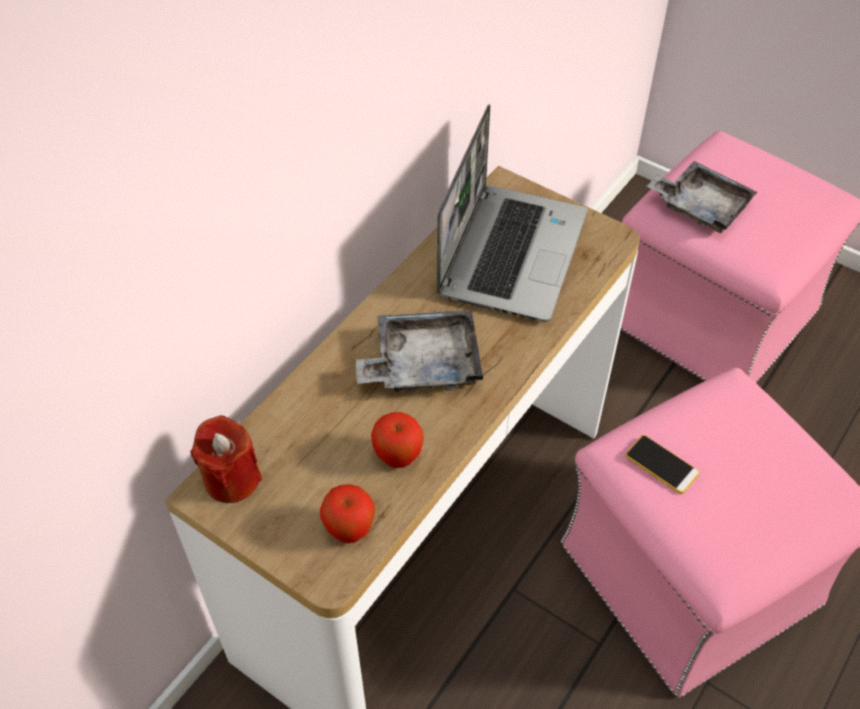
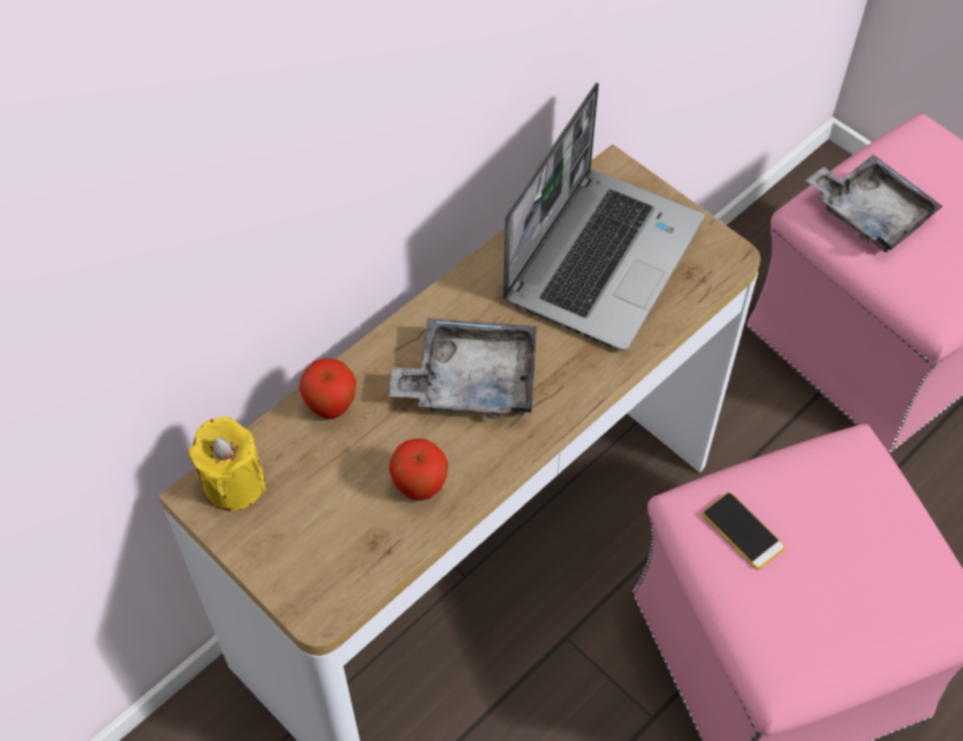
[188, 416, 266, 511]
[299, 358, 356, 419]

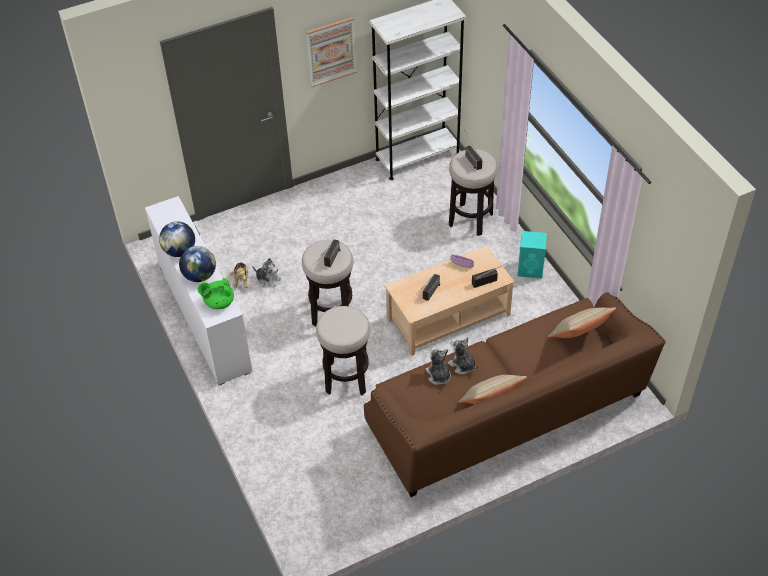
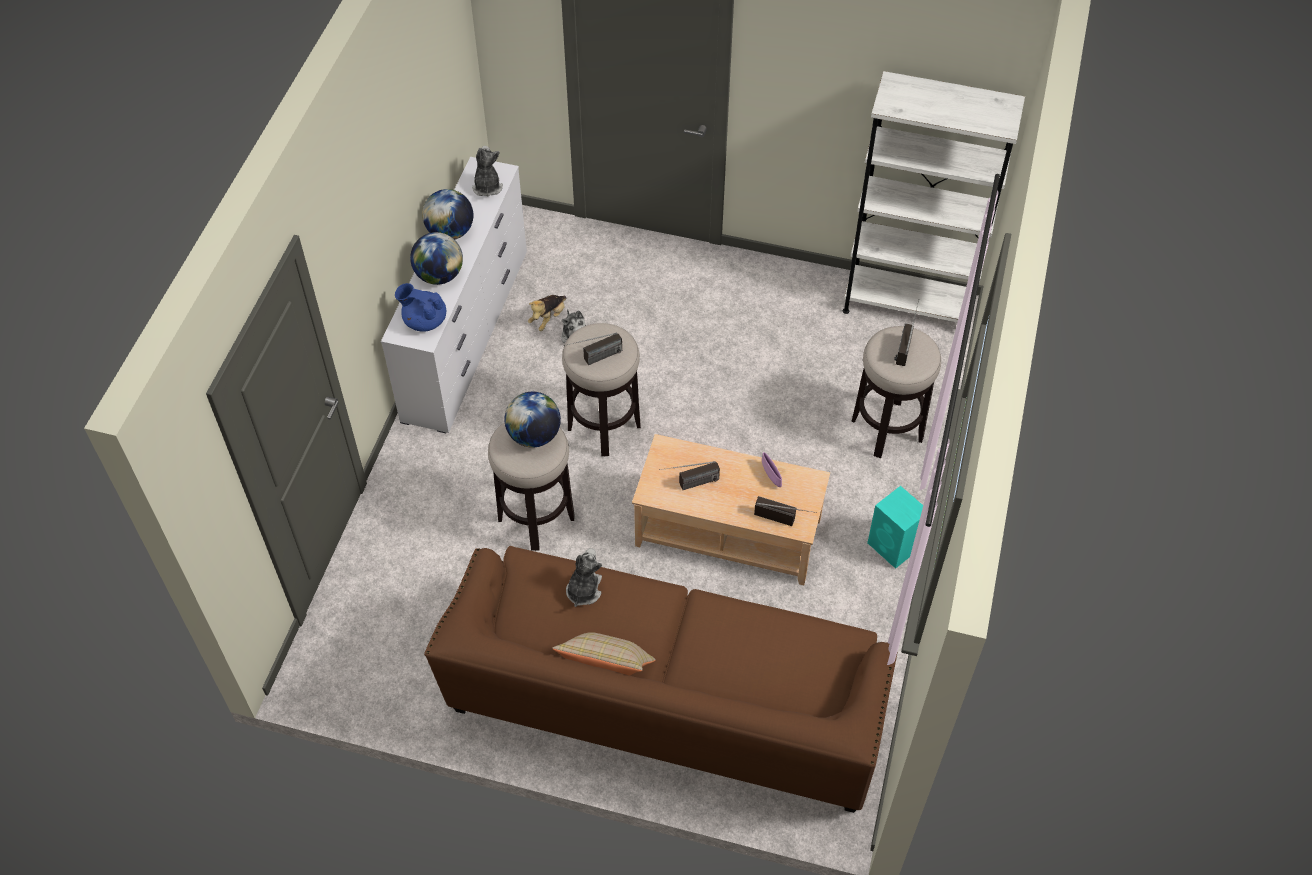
[306, 17, 357, 87] (first image)
[395, 283, 446, 332]
[548, 307, 616, 338] (first image)
[472, 146, 503, 196]
[504, 392, 561, 448]

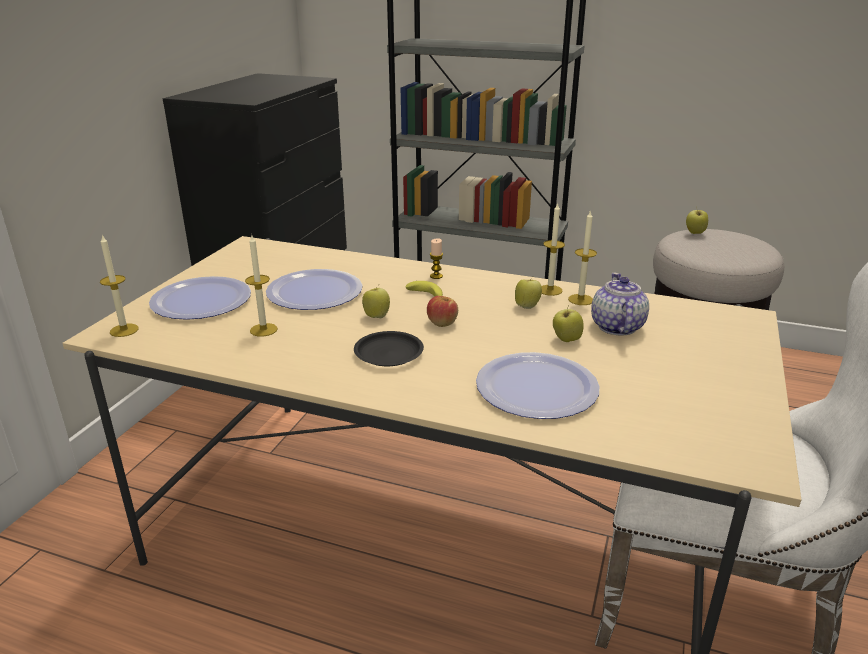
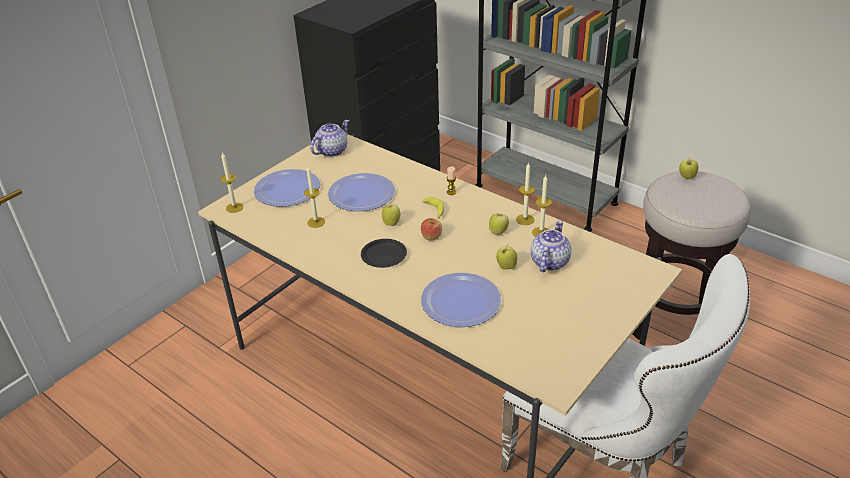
[310, 120, 349, 157]

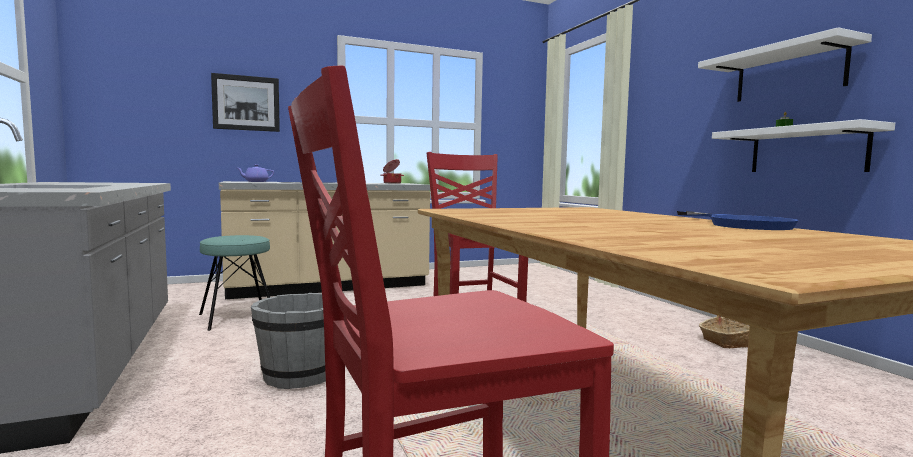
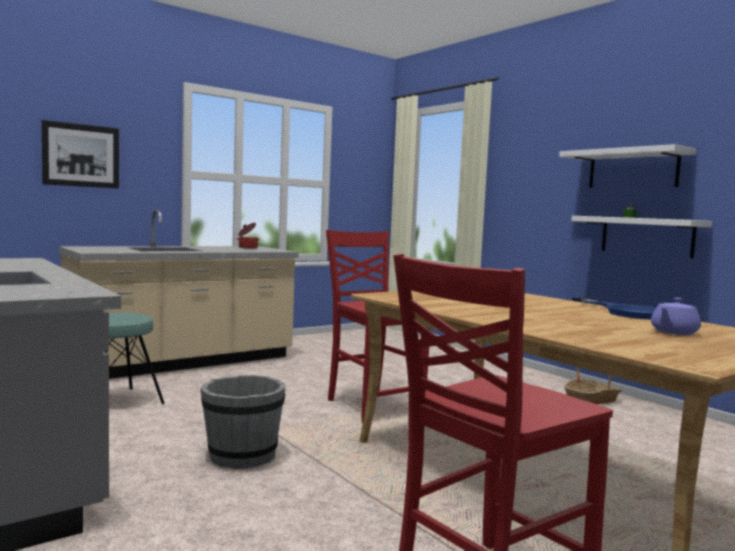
[651, 298, 701, 335]

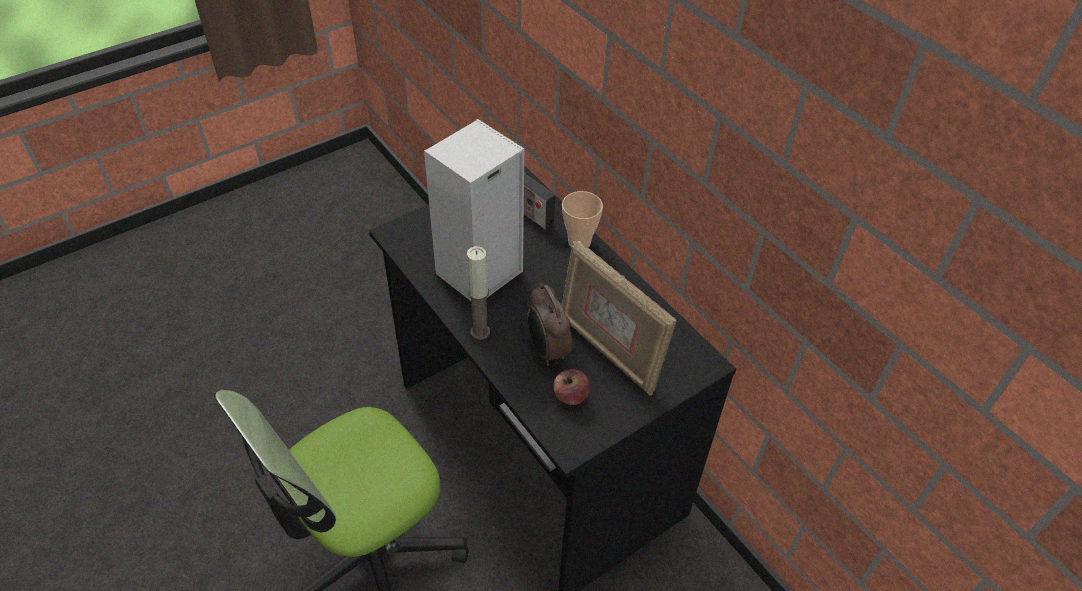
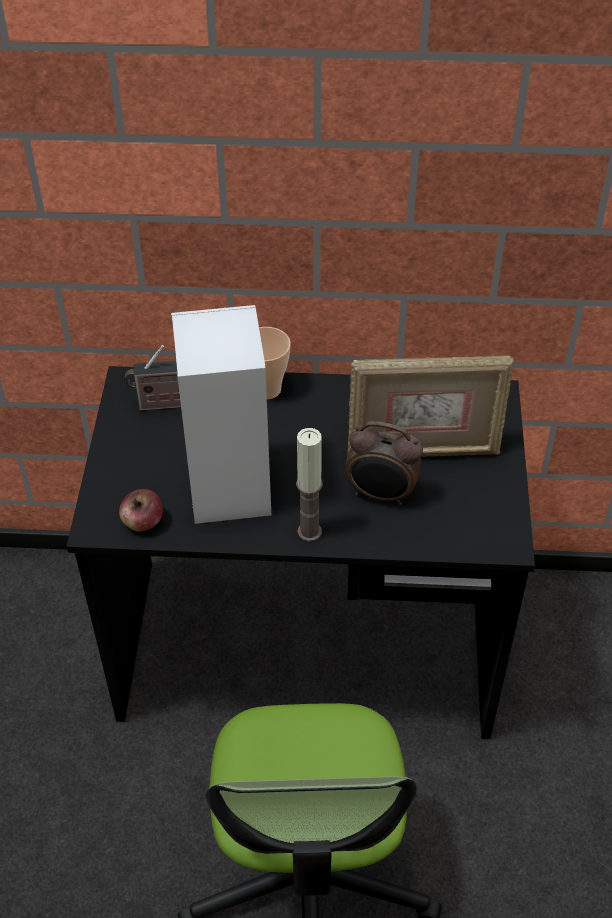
[119, 489, 163, 532]

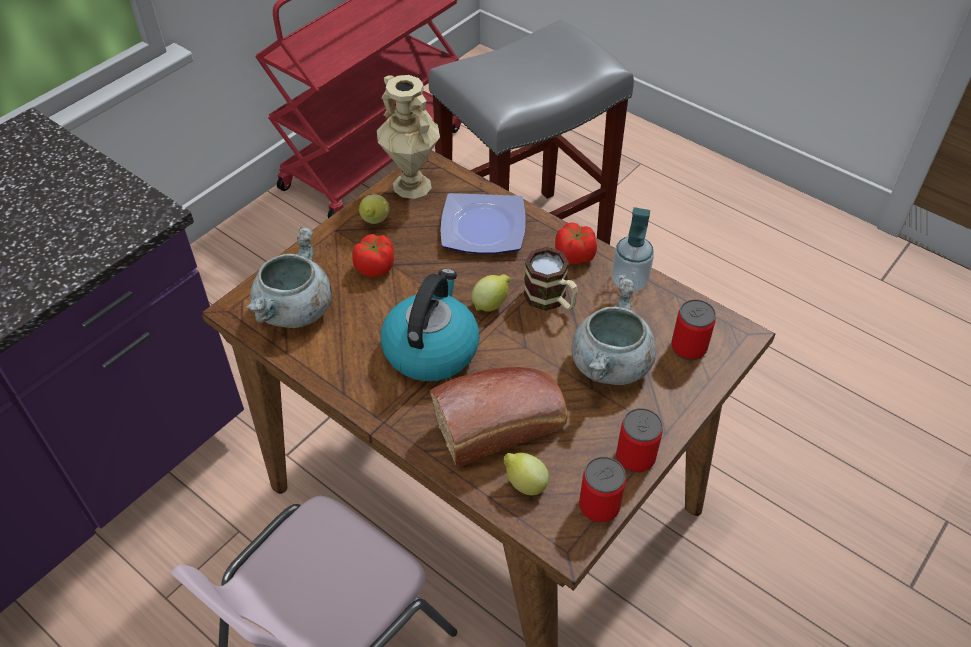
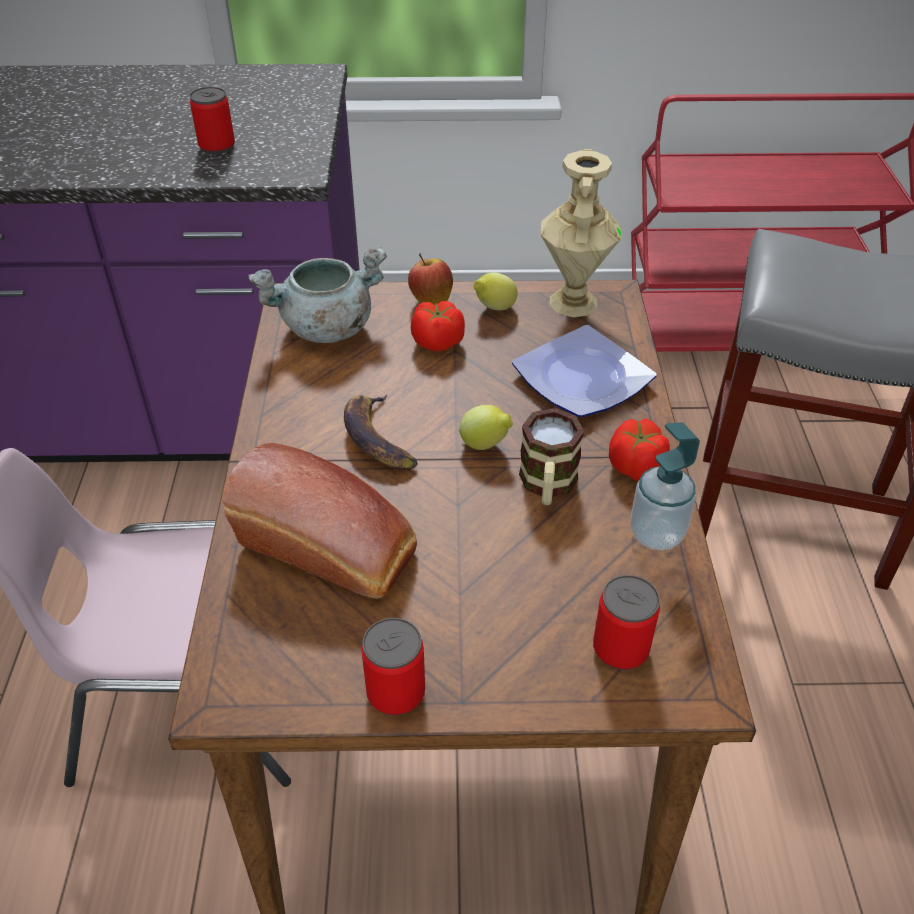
[344, 395, 418, 469]
[571, 278, 656, 385] (first image)
[504, 453, 549, 495] (first image)
[190, 87, 235, 154]
[408, 253, 453, 305]

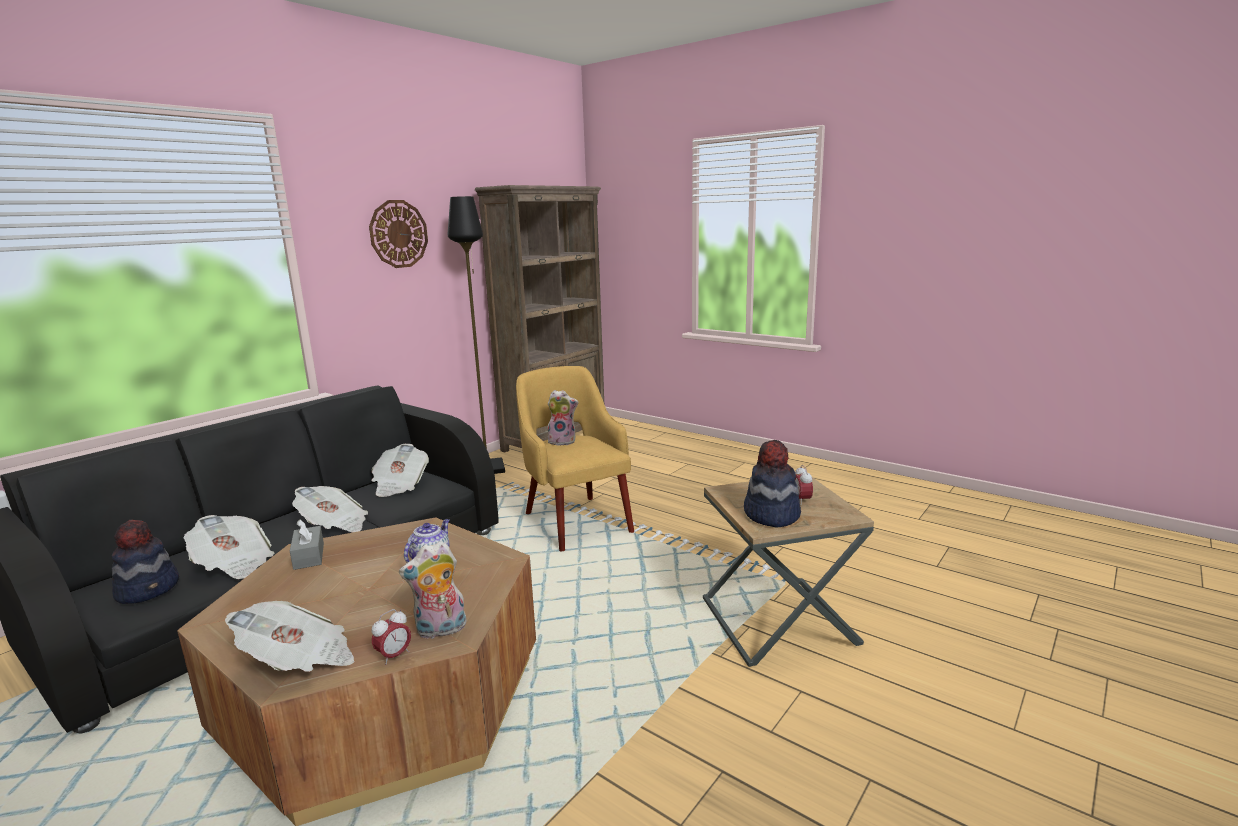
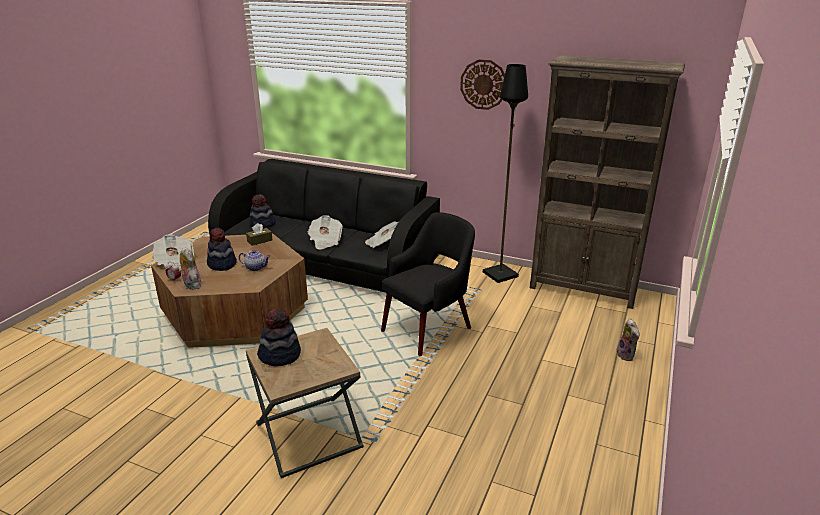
[381, 212, 475, 356]
[617, 318, 639, 361]
[795, 465, 813, 505] (first image)
[184, 515, 275, 579] (first image)
[246, 223, 273, 246]
[207, 228, 237, 271]

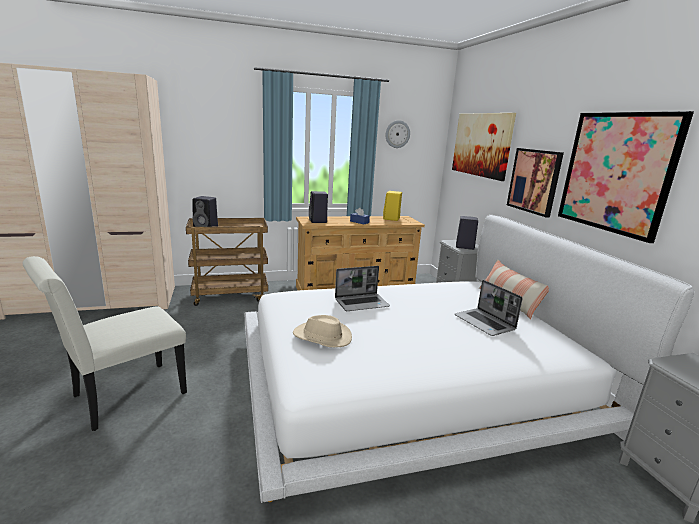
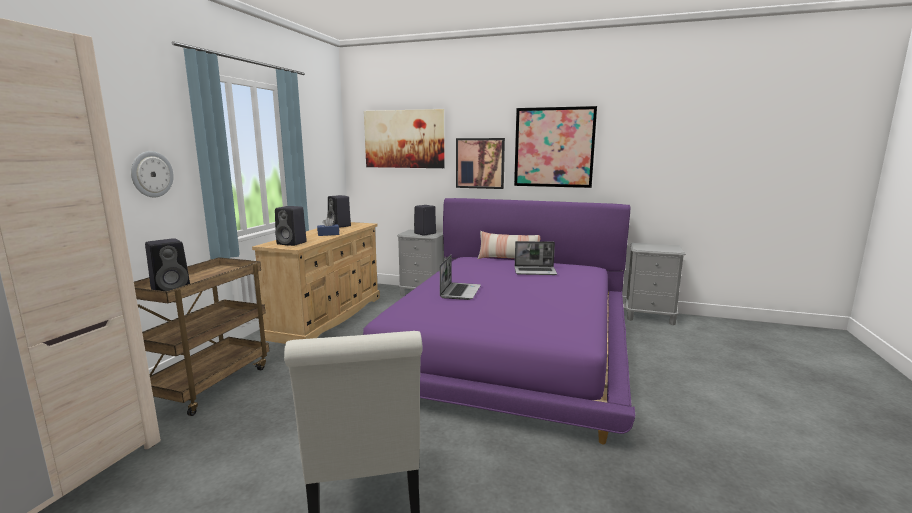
[131, 151, 174, 197]
[327, 195, 351, 228]
[363, 198, 635, 444]
[293, 315, 352, 347] (first image)

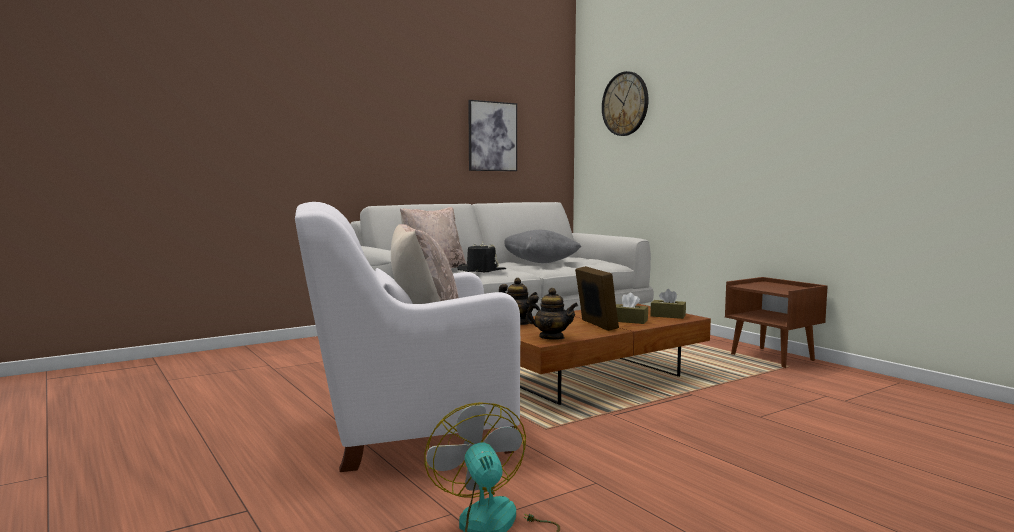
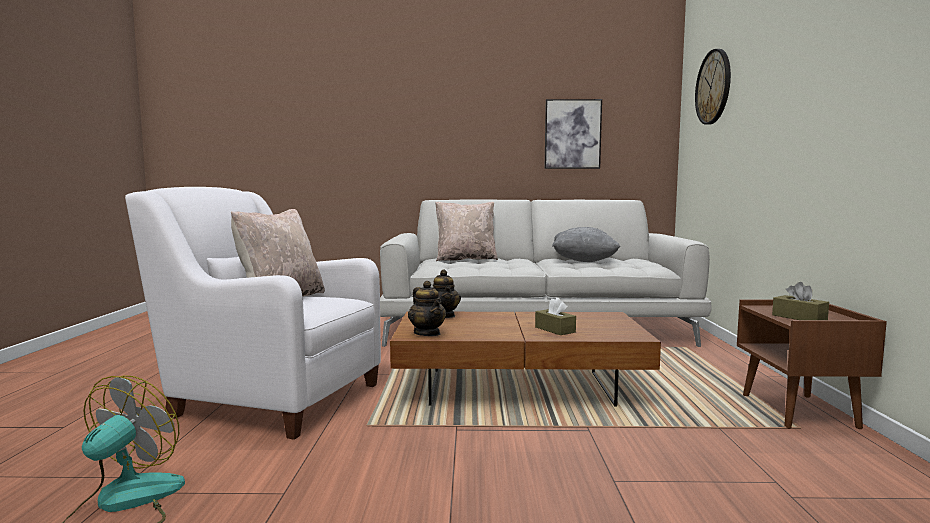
[457, 242, 506, 272] (first image)
[575, 266, 619, 331] (first image)
[772, 282, 829, 320]

